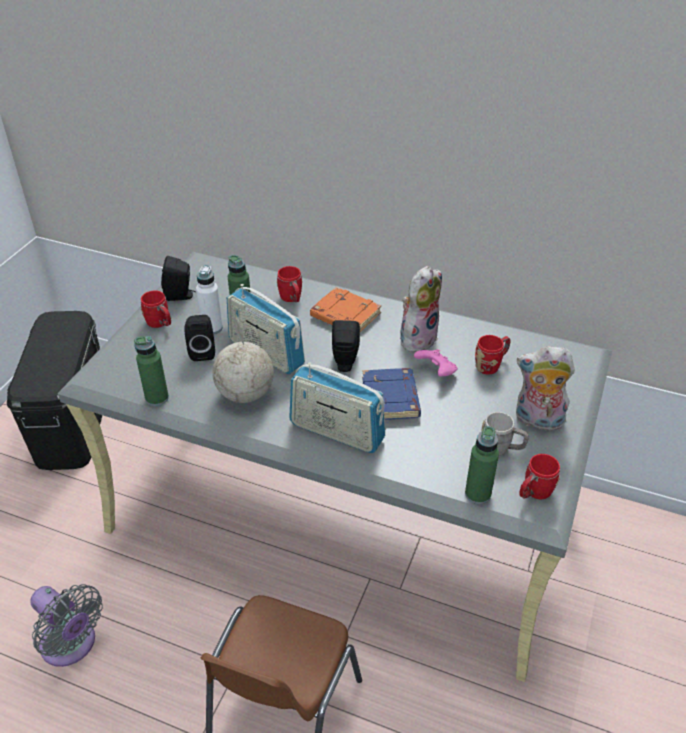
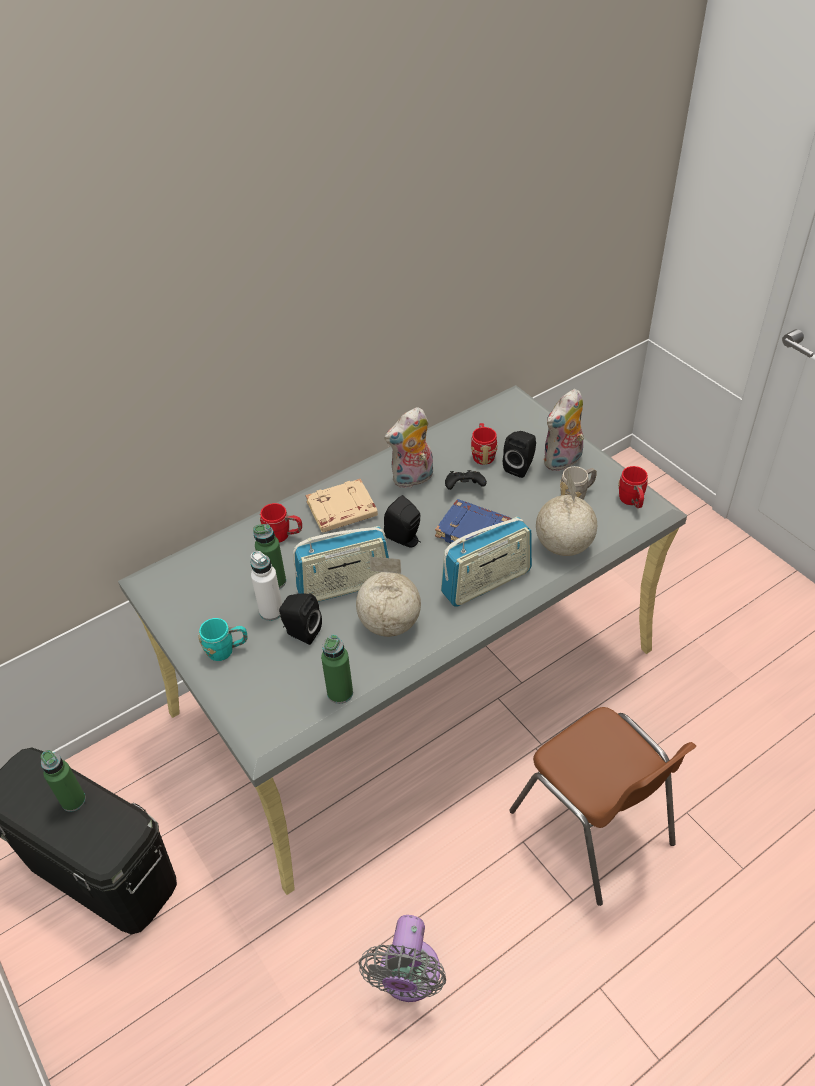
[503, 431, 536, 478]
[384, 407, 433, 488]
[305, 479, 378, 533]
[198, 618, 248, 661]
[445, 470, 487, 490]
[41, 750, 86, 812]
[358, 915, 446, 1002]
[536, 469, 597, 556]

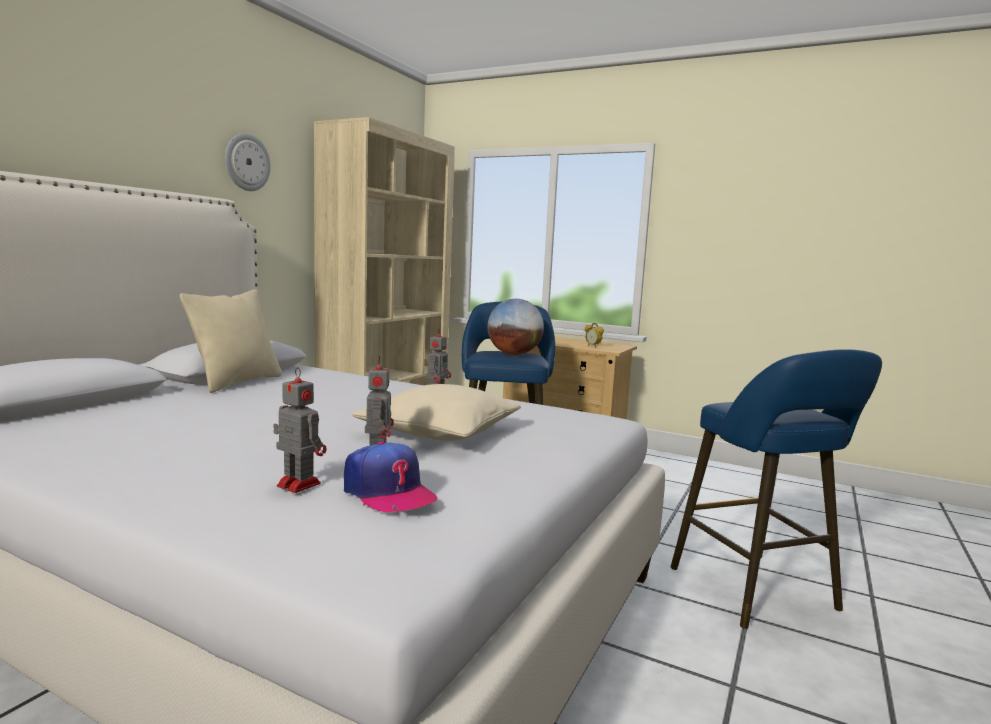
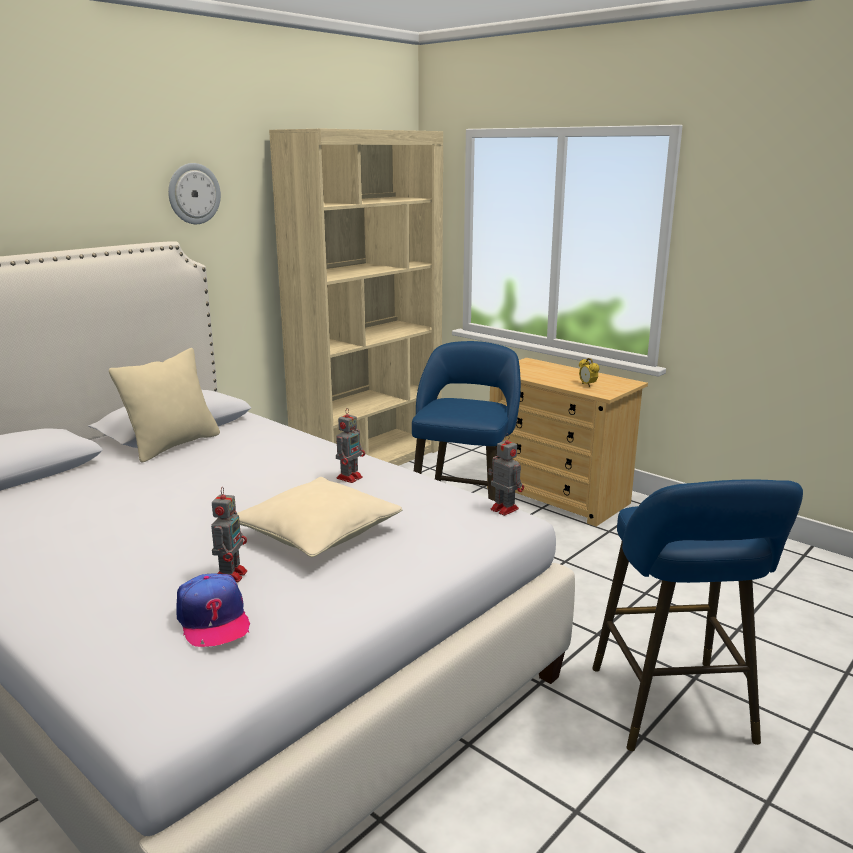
[488, 299, 544, 355] (first image)
[488, 434, 524, 516]

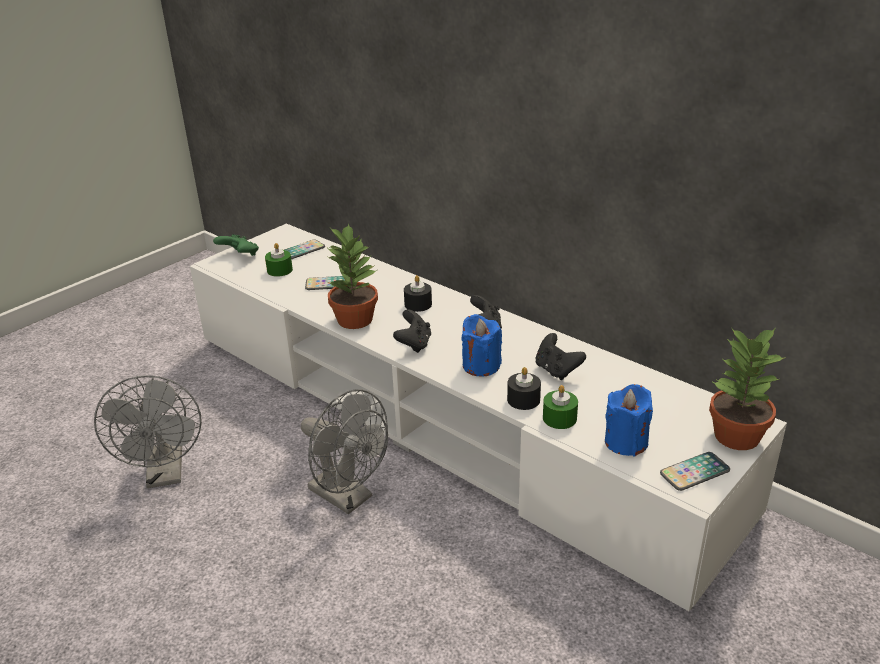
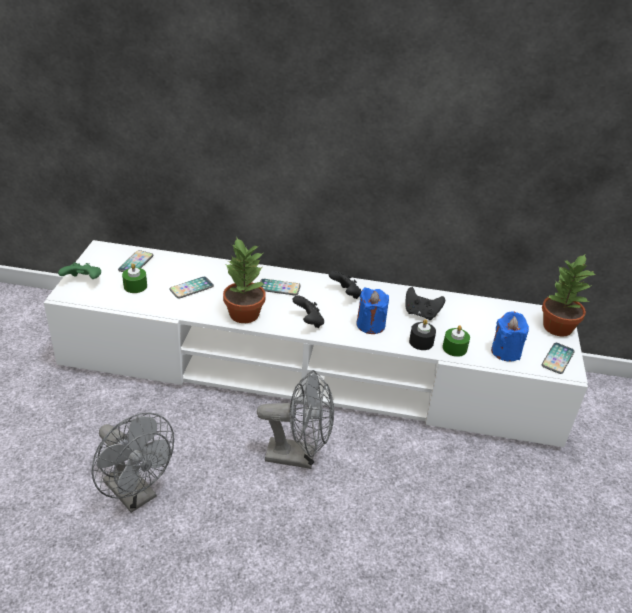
[260, 279, 301, 295]

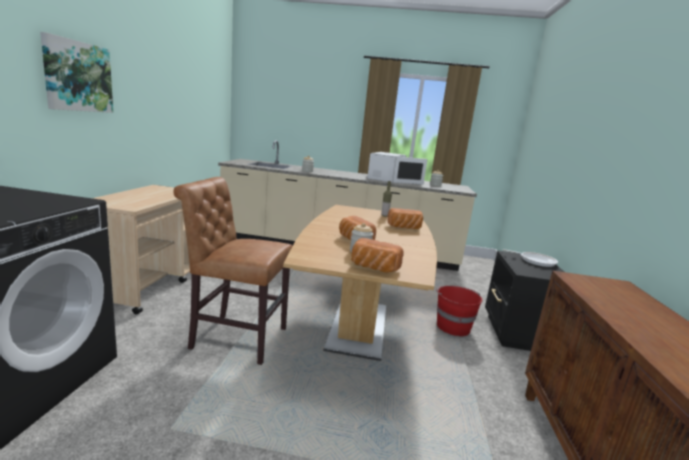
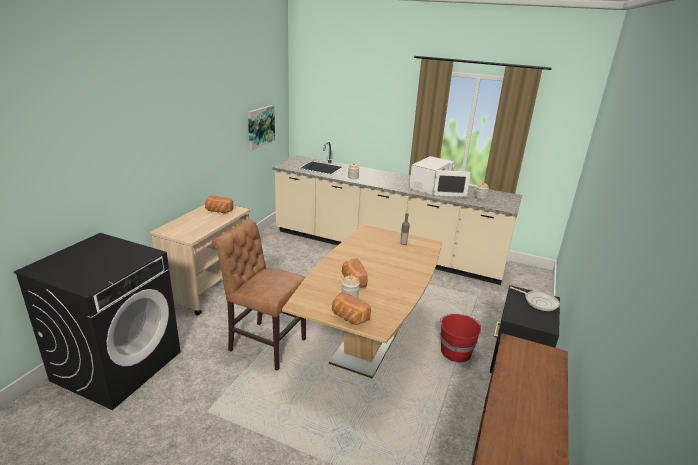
[248, 105, 275, 150]
[205, 196, 234, 213]

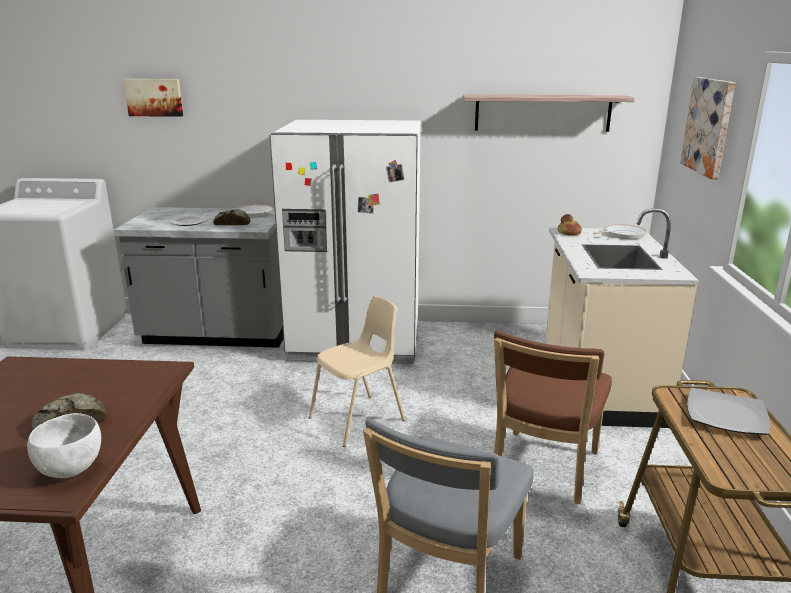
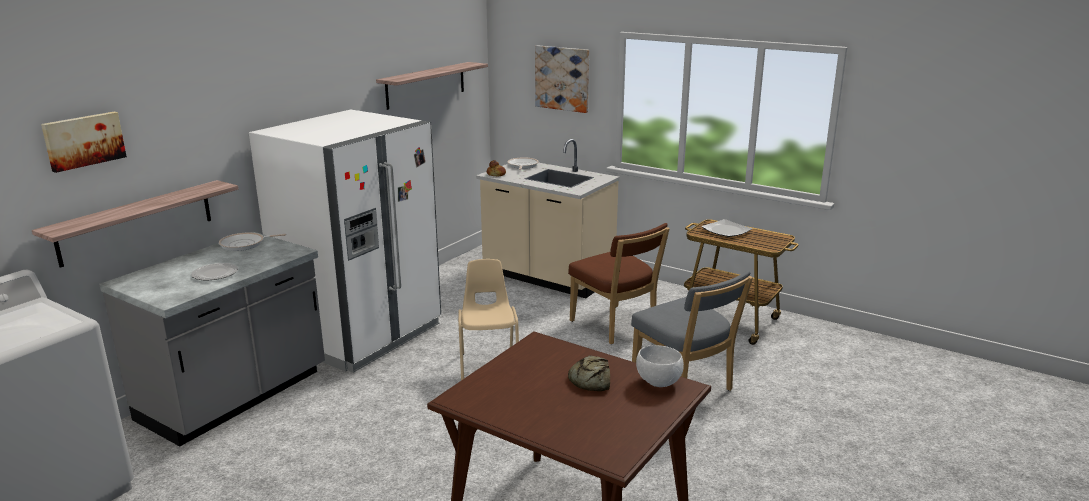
[213, 209, 250, 226] (first image)
[32, 180, 238, 268]

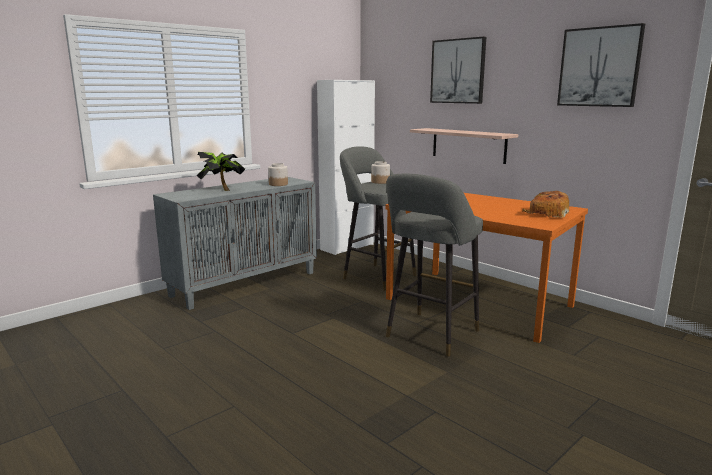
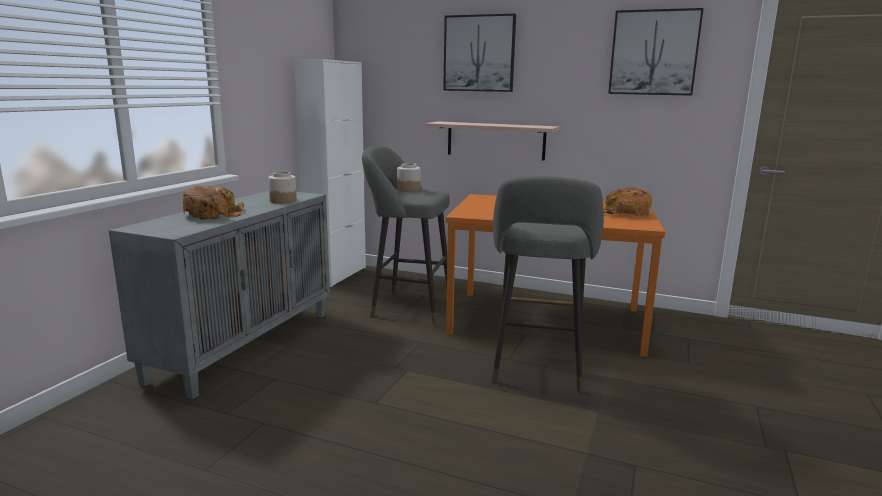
[183, 186, 244, 219]

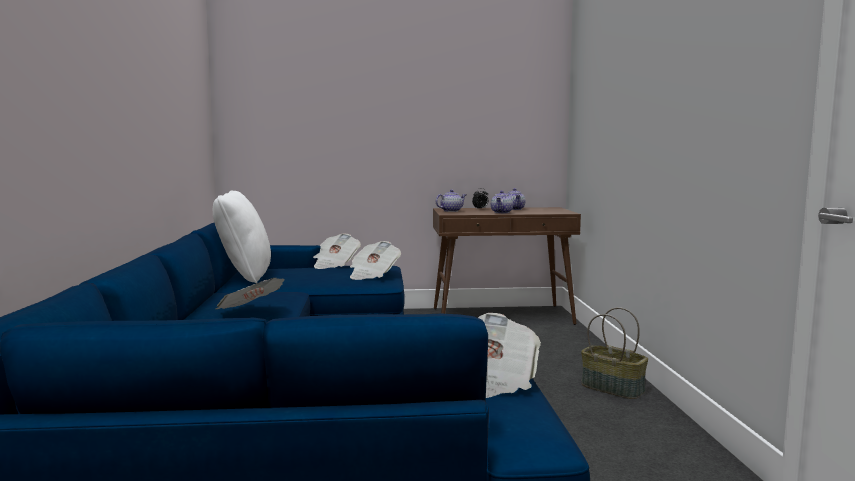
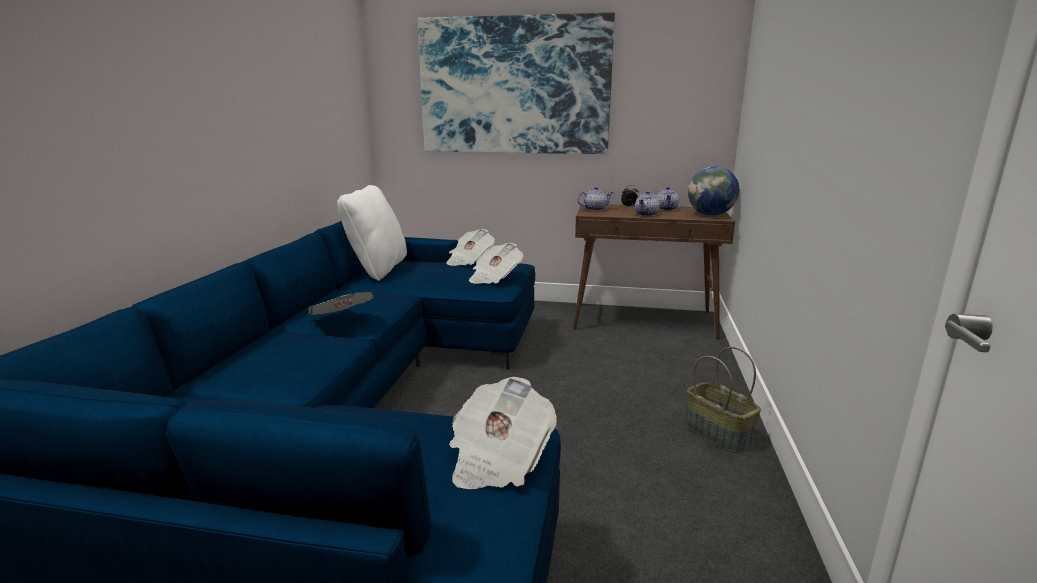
[418, 12, 615, 154]
[688, 166, 739, 216]

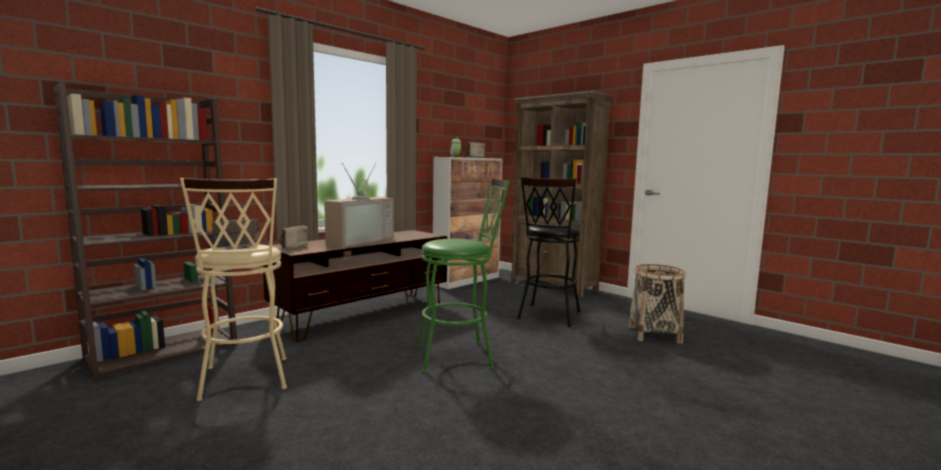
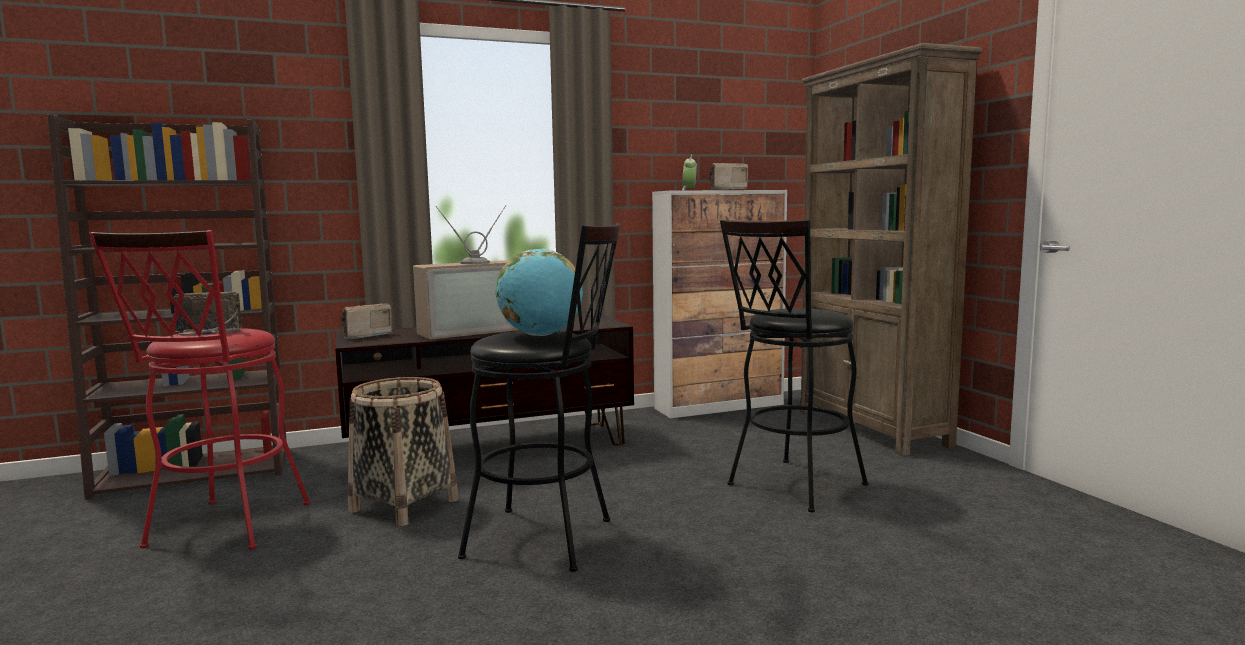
[89, 230, 310, 550]
[458, 223, 620, 572]
[348, 377, 459, 526]
[496, 248, 583, 336]

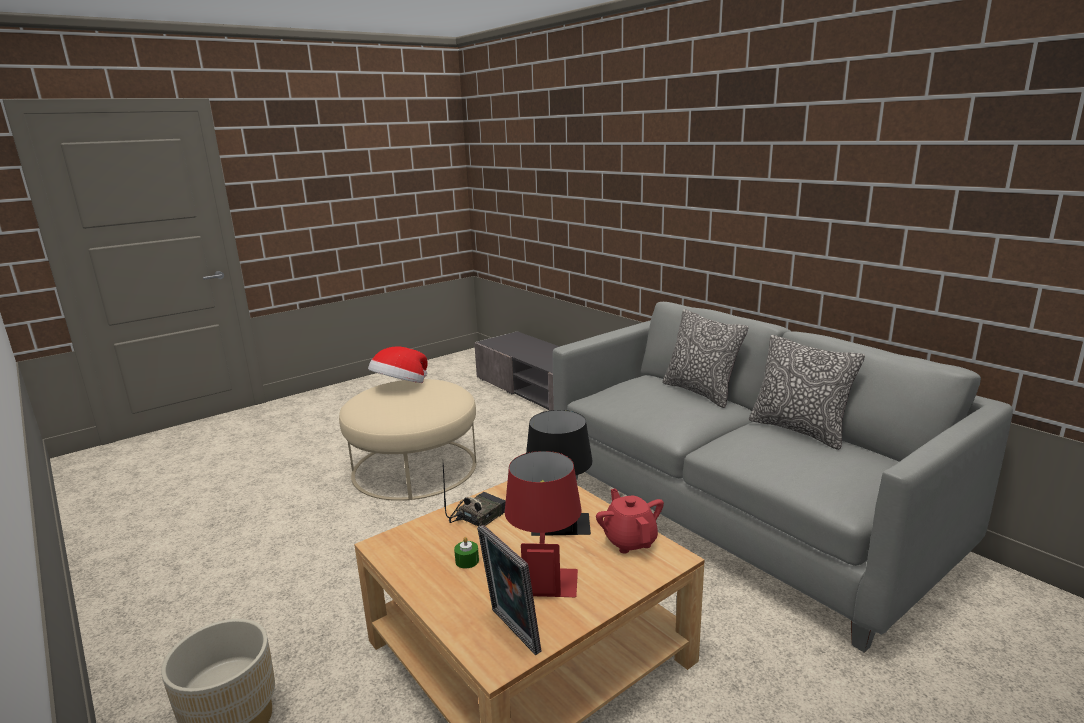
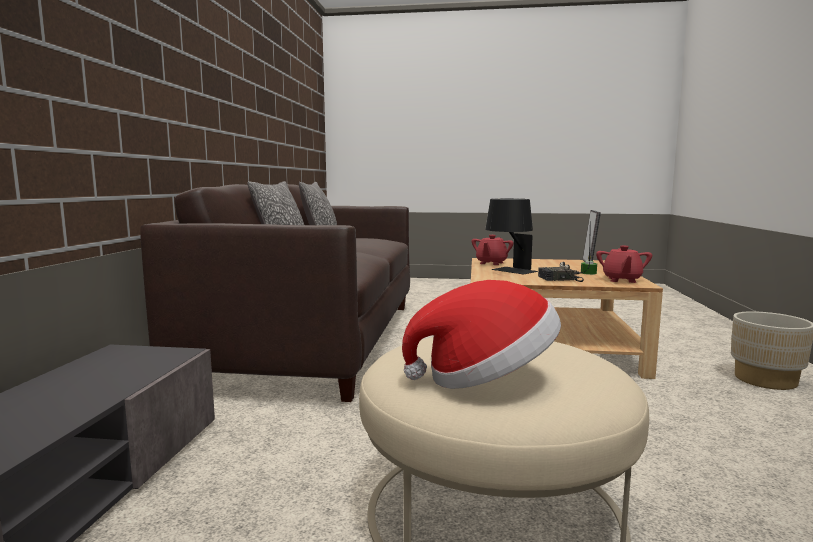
[140, 184, 410, 402]
[505, 451, 582, 597] (first image)
[596, 246, 652, 283]

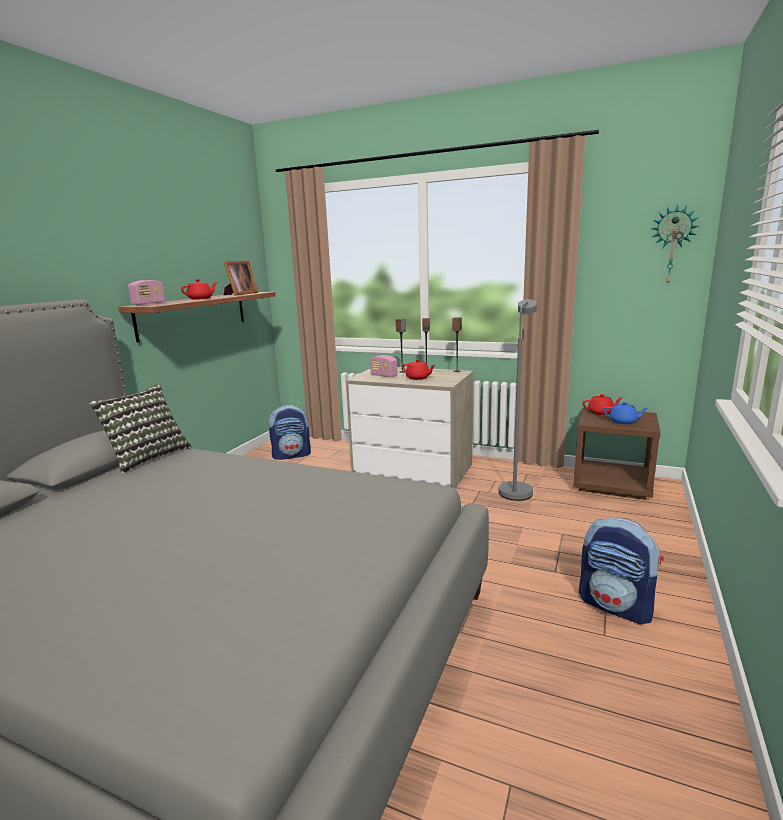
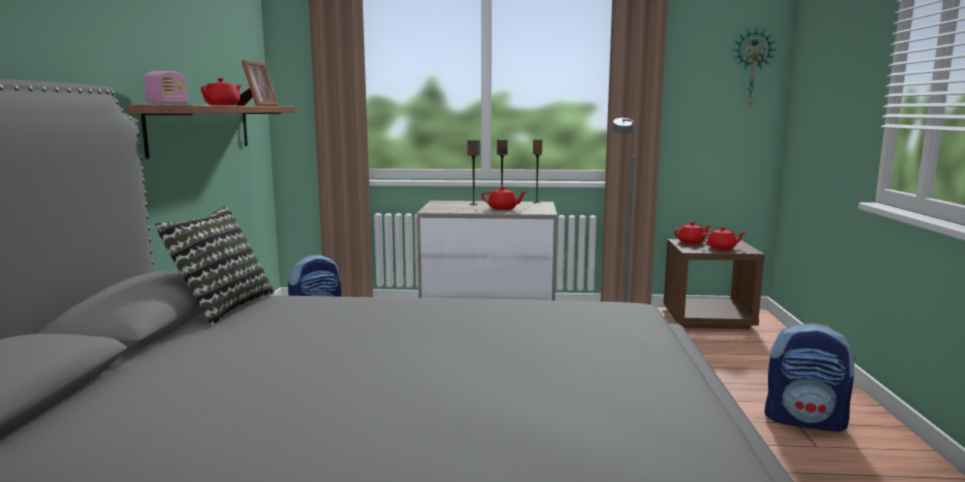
[370, 355, 398, 378] (first image)
[701, 227, 747, 250]

